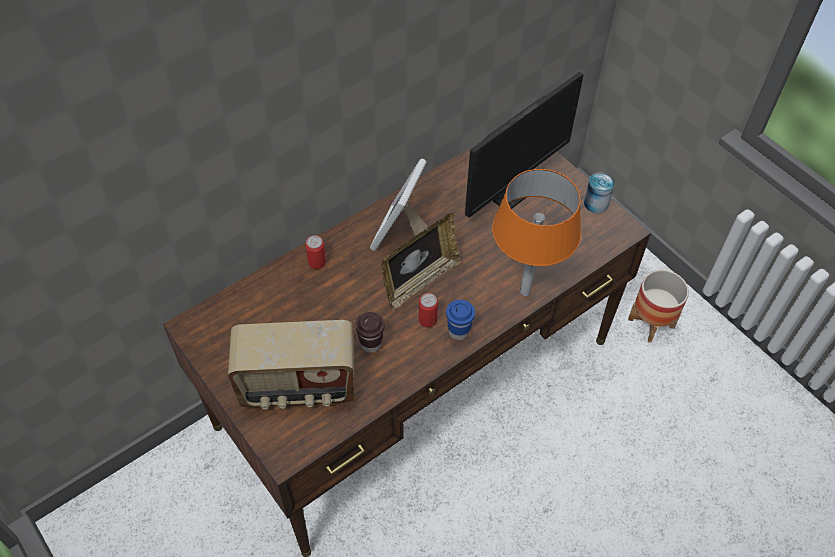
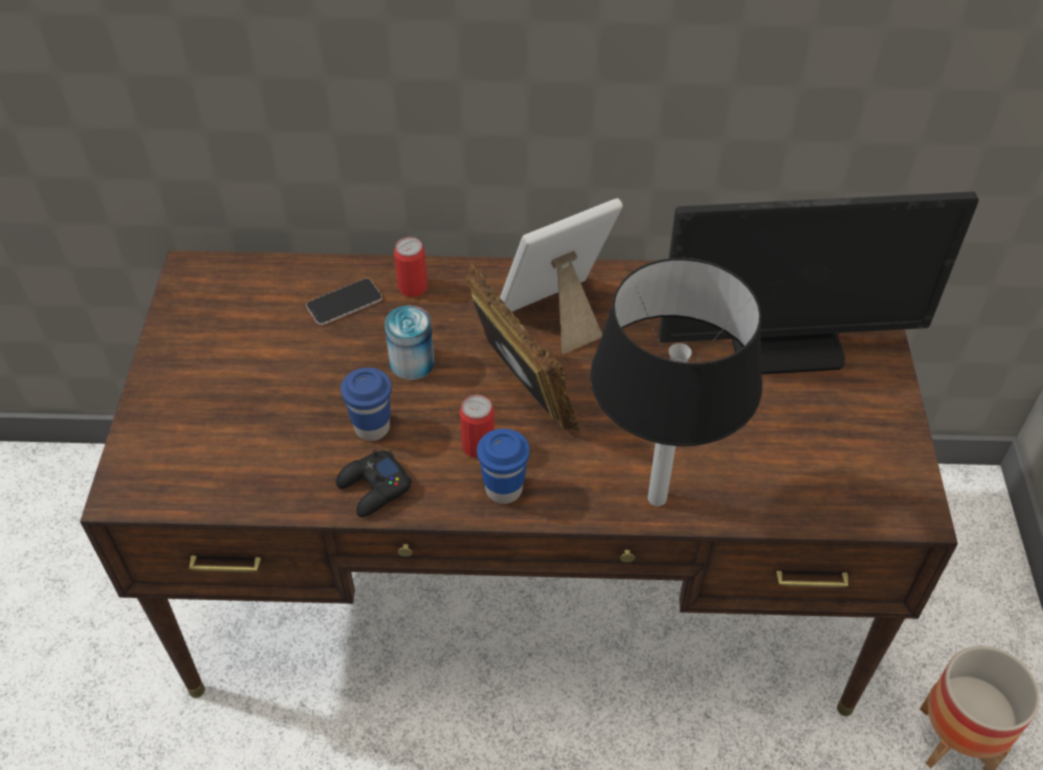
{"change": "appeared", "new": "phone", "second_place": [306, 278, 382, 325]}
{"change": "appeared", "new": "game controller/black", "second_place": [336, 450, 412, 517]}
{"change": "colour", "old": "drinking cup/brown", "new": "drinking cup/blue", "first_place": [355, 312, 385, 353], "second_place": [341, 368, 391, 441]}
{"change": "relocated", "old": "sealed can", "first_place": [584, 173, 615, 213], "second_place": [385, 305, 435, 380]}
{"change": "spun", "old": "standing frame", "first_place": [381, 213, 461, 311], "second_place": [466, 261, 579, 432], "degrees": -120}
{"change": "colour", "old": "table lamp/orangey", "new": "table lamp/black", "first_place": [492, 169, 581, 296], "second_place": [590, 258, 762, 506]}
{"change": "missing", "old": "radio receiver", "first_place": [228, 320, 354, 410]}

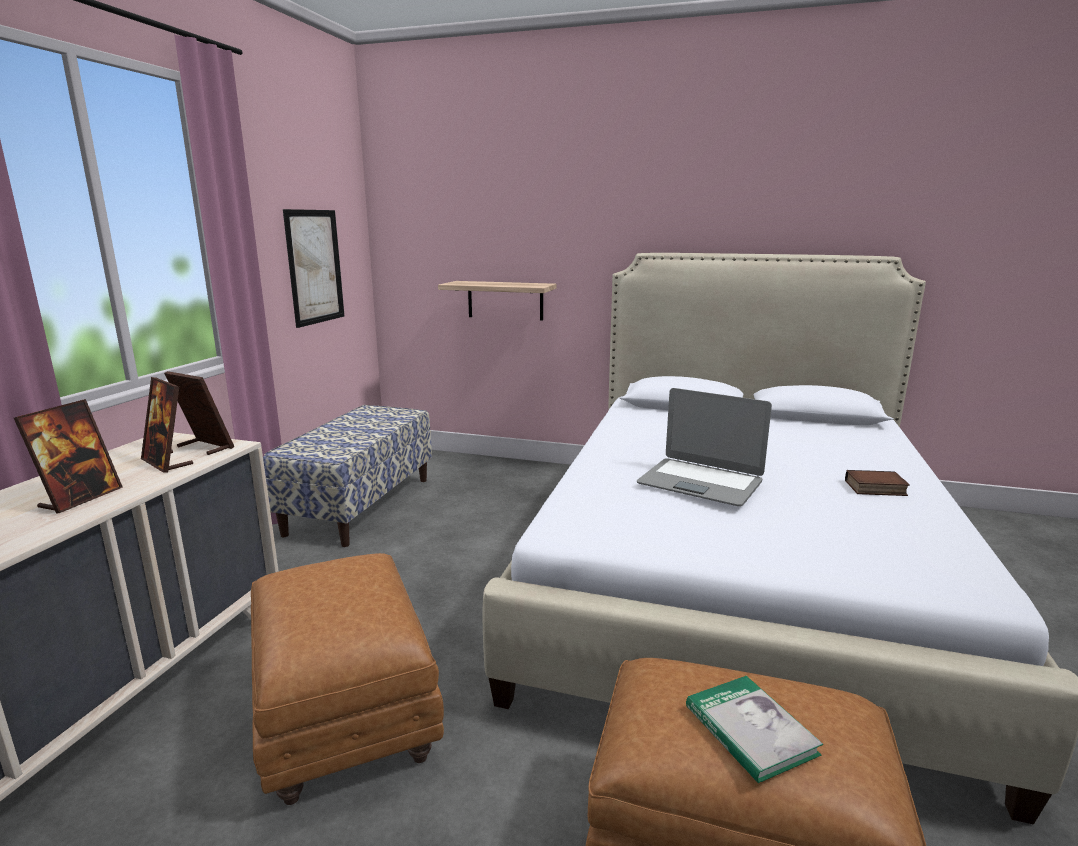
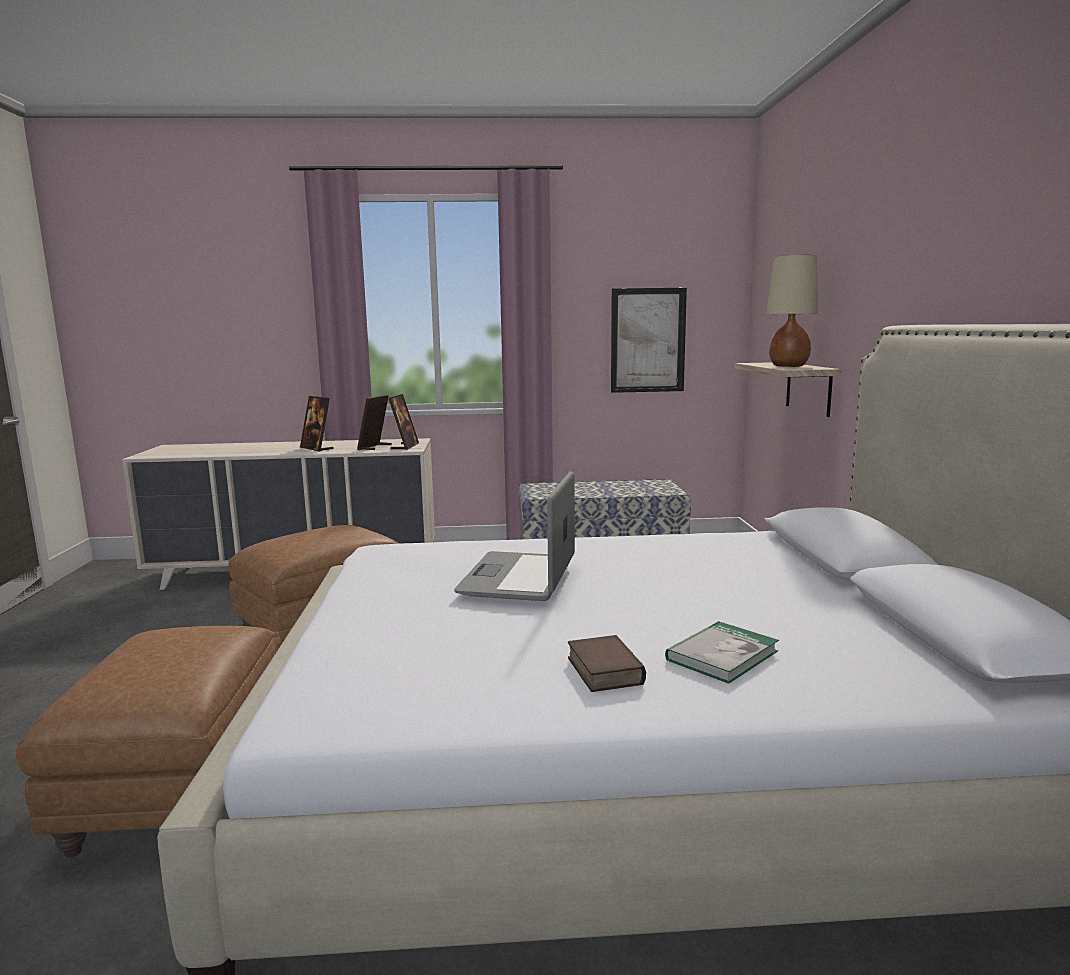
{"change": "spun", "old": "standing frame", "first_place": [14, 399, 123, 514], "second_place": [300, 396, 334, 452], "degrees": 45}
{"change": "relocated", "old": "volume", "first_place": [686, 676, 823, 783], "second_place": [665, 621, 779, 684]}
{"change": "appeared", "new": "table lamp/beige-coloured", "second_place": [766, 255, 818, 367]}

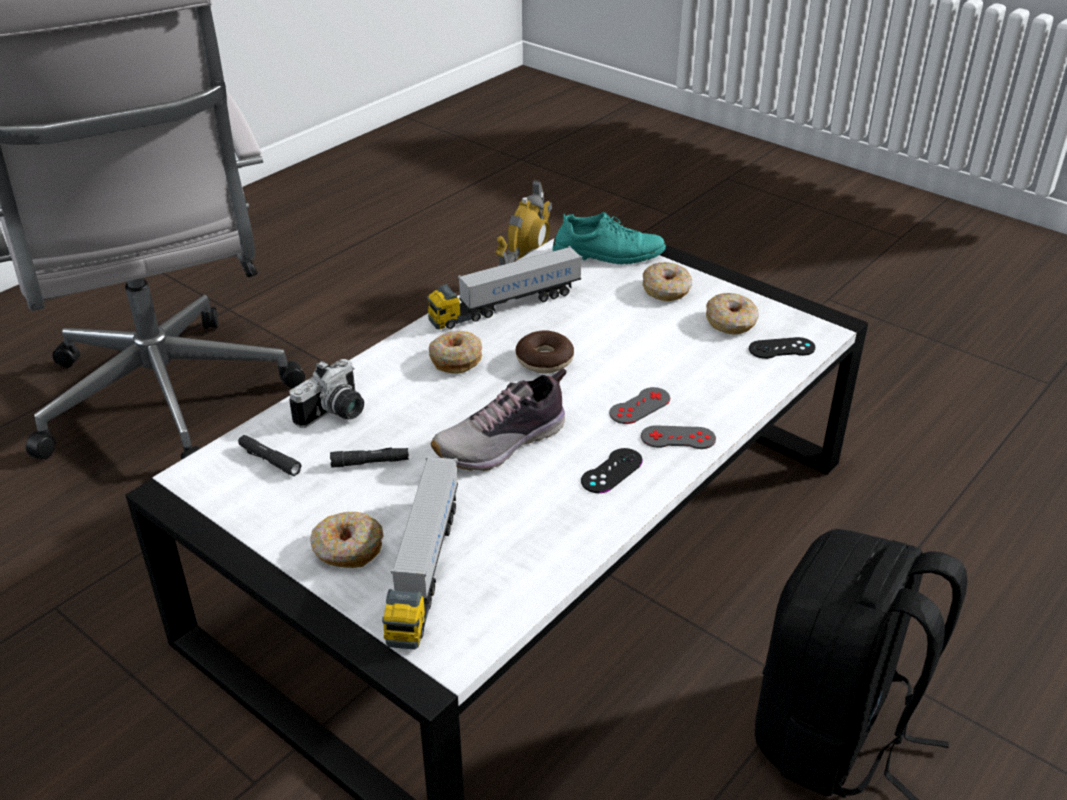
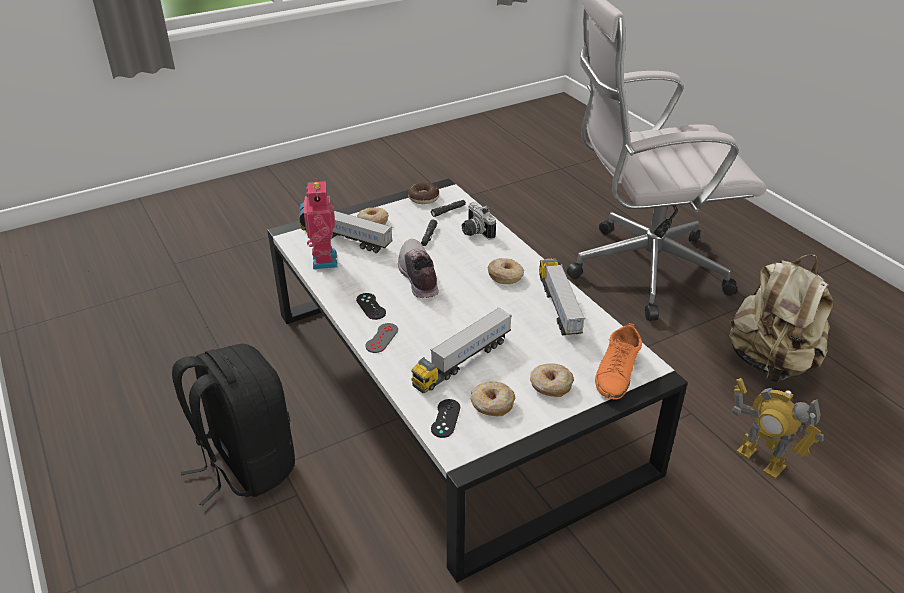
{"change": "appeared", "new": "toy robot", "second_place": [299, 178, 337, 269]}
{"change": "relocated", "old": "ring doughnut", "first_place": [515, 331, 574, 374], "second_place": [408, 183, 439, 204]}
{"change": "appeared", "new": "toy truck", "second_place": [411, 307, 512, 393]}
{"change": "colour", "old": "item of footwear/turquoise", "new": "item of footwear/orangey", "first_place": [552, 212, 666, 265], "second_place": [595, 323, 642, 399]}
{"change": "appeared", "new": "rucksack/beige-coloured", "second_place": [729, 255, 834, 383]}
{"change": "missing", "old": "game controller/grey", "first_place": [609, 387, 670, 424]}

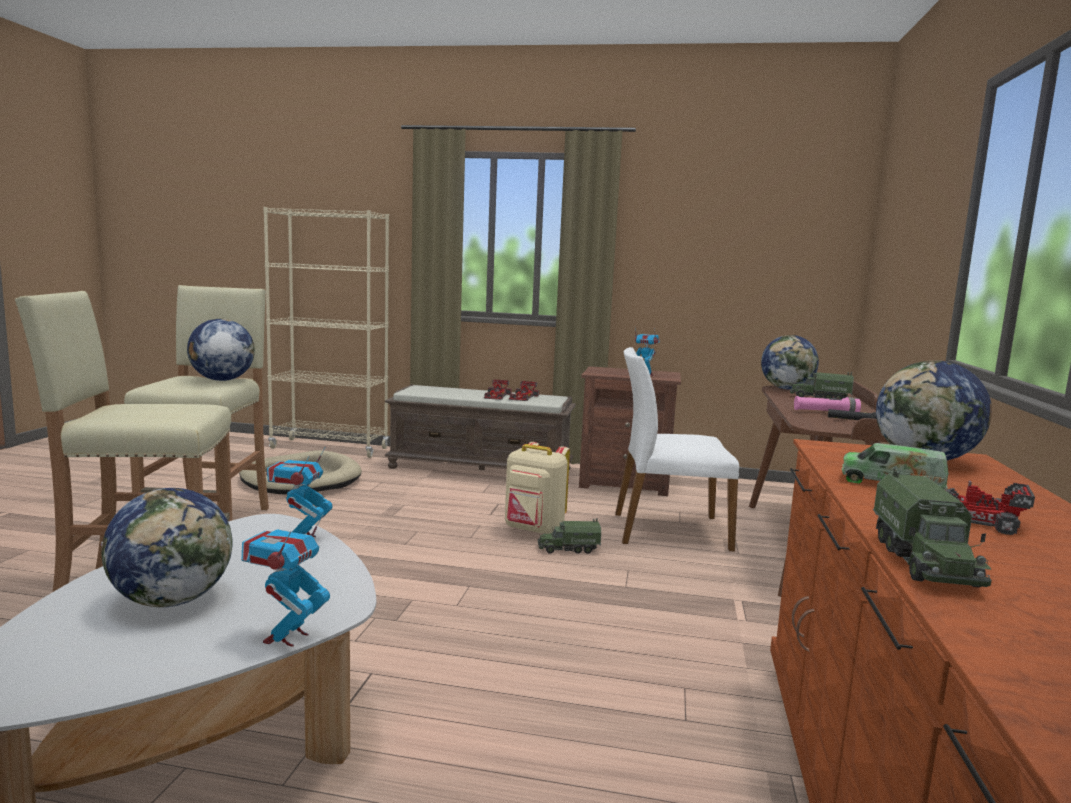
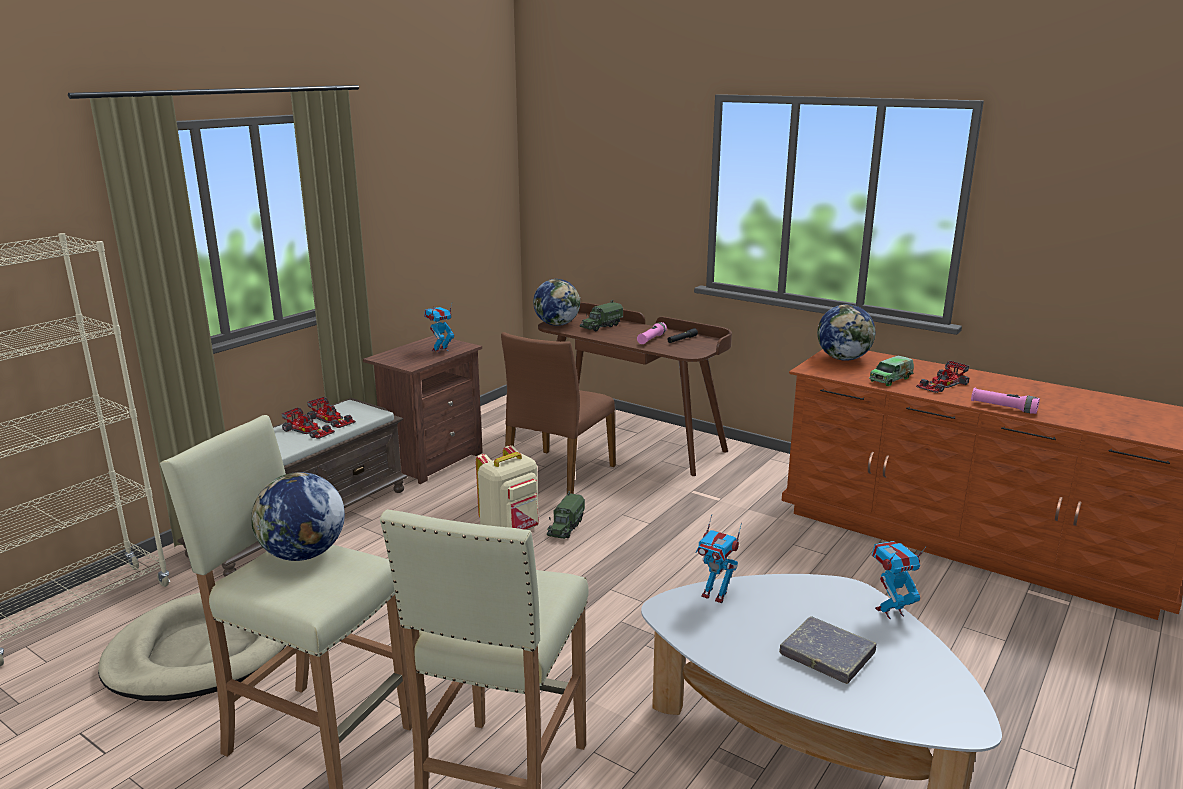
{"change": "colour", "old": "plain chair/white", "new": "plain chair/brown", "first_place": [615, 347, 739, 551], "second_place": [501, 332, 616, 494]}
{"change": "exchanged", "old": "desk globe", "new": "volume/grey", "first_place": [101, 488, 232, 607], "second_place": [779, 616, 876, 684]}
{"change": "spun", "old": "toy robot", "first_place": [242, 515, 330, 647], "second_place": [872, 541, 926, 619], "degrees": 120}
{"change": "exchanged", "old": "toy truck", "new": "flashlight/pink-coloured", "first_place": [873, 466, 992, 587], "second_place": [971, 388, 1040, 414]}

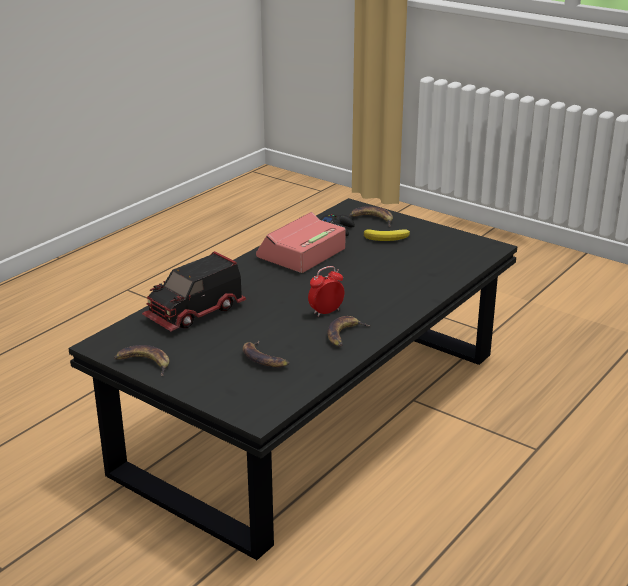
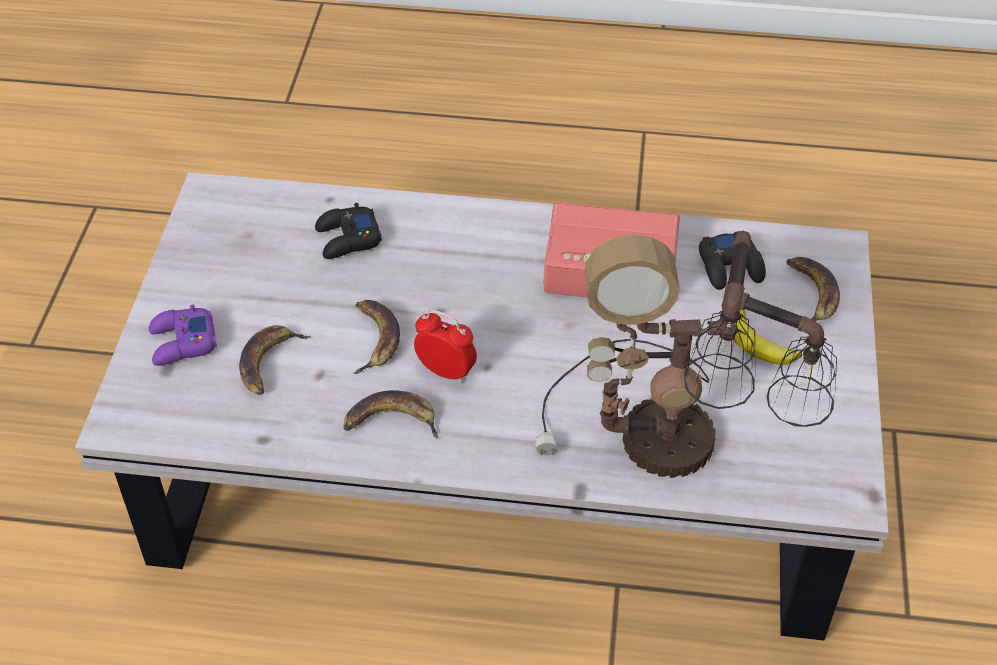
{"change": "colour", "old": "coffee table/black", "new": "coffee table/white", "first_place": [68, 198, 518, 560], "second_place": [75, 172, 889, 641]}
{"change": "appeared", "new": "game controller/purple", "second_place": [149, 304, 217, 366]}
{"change": "exchanged", "old": "toy truck", "new": "game controller/black", "first_place": [142, 251, 246, 331], "second_place": [315, 203, 382, 259]}
{"change": "relocated", "old": "whole banana", "first_place": [114, 345, 170, 376], "second_place": [354, 300, 400, 374]}
{"change": "appeared", "new": "table lamp", "second_place": [535, 231, 837, 478]}

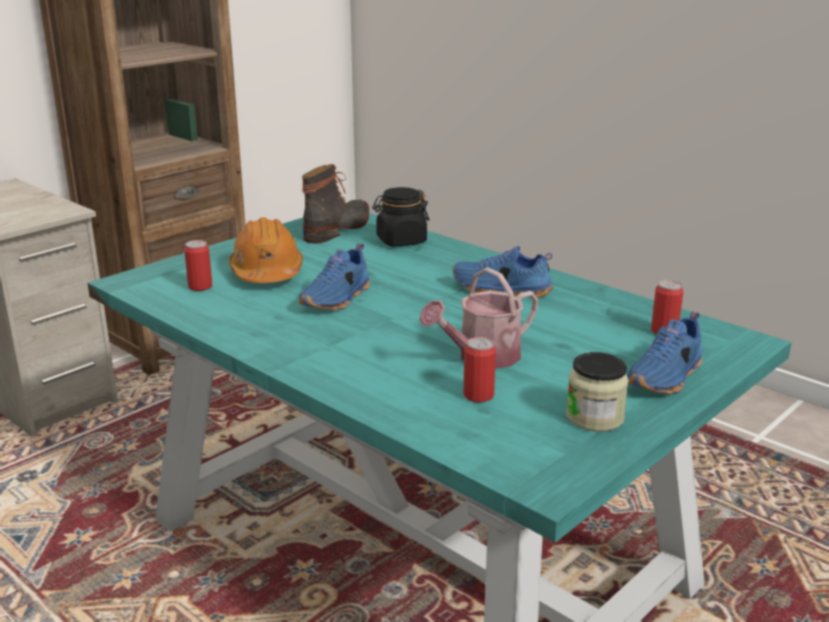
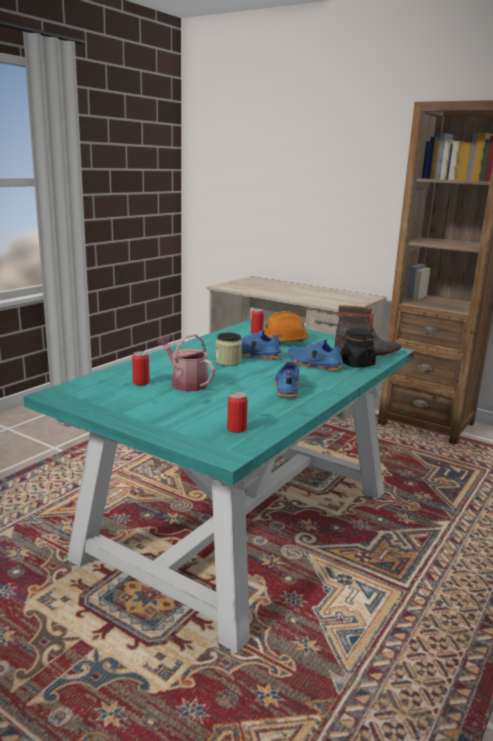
{"change": "relocated", "old": "preserve jar", "first_place": [566, 352, 629, 432], "second_place": [216, 332, 242, 366]}
{"change": "relocated", "old": "item of footwear/blue", "first_place": [628, 311, 703, 394], "second_place": [288, 339, 344, 371]}

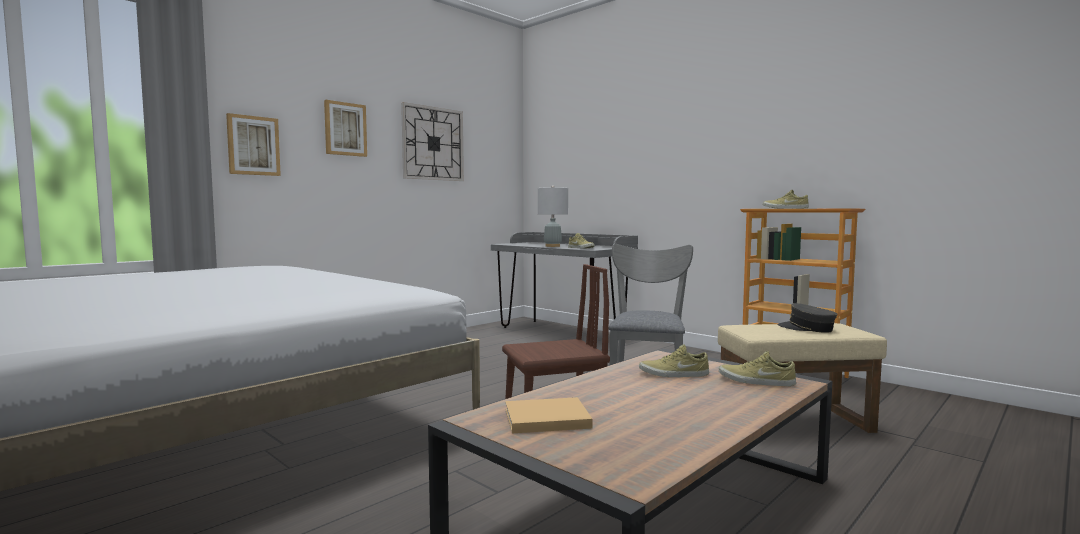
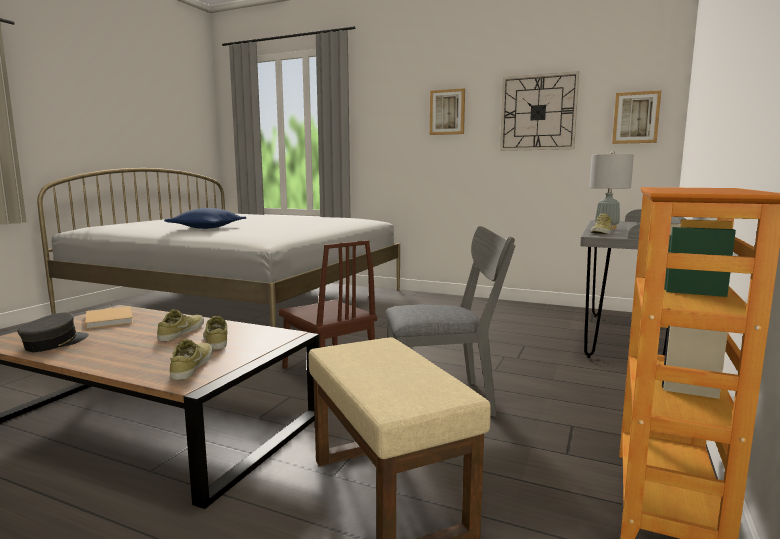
{"change": "relocated", "old": "cap/grey", "first_place": [777, 303, 837, 333], "second_place": [17, 312, 89, 352]}
{"change": "relocated", "old": "item of footwear/beige-coloured", "first_place": [762, 190, 809, 209], "second_place": [157, 309, 204, 341]}
{"change": "appeared", "new": "throw pillow/blue", "second_place": [164, 208, 246, 229]}
{"change": "relocated", "old": "wall art", "first_place": [226, 113, 281, 176], "second_place": [612, 90, 661, 144]}

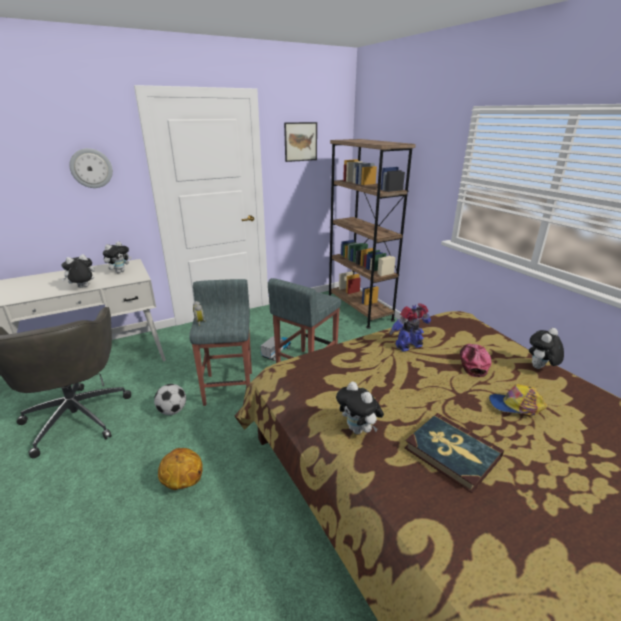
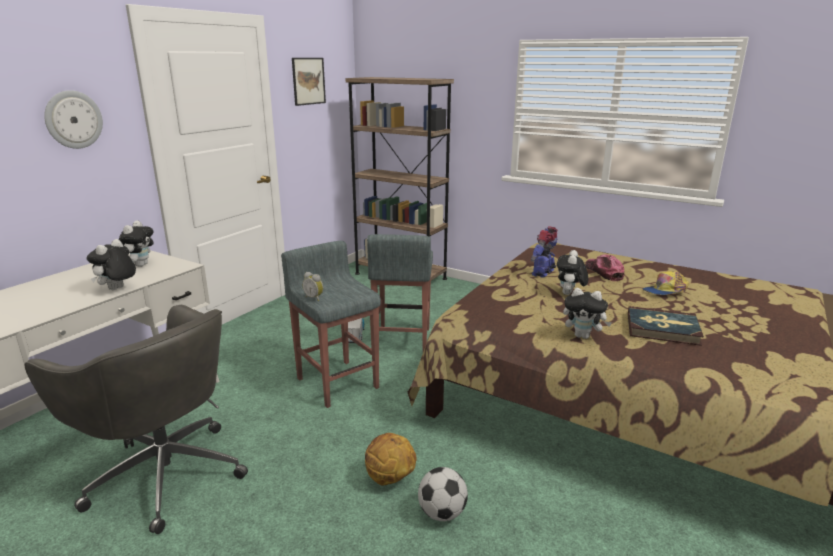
{"change": "relocated", "old": "football", "first_place": [154, 384, 186, 415], "second_place": [418, 467, 468, 521]}
{"change": "relocated", "old": "soft toy", "first_place": [529, 328, 564, 369], "second_place": [557, 250, 588, 295]}

